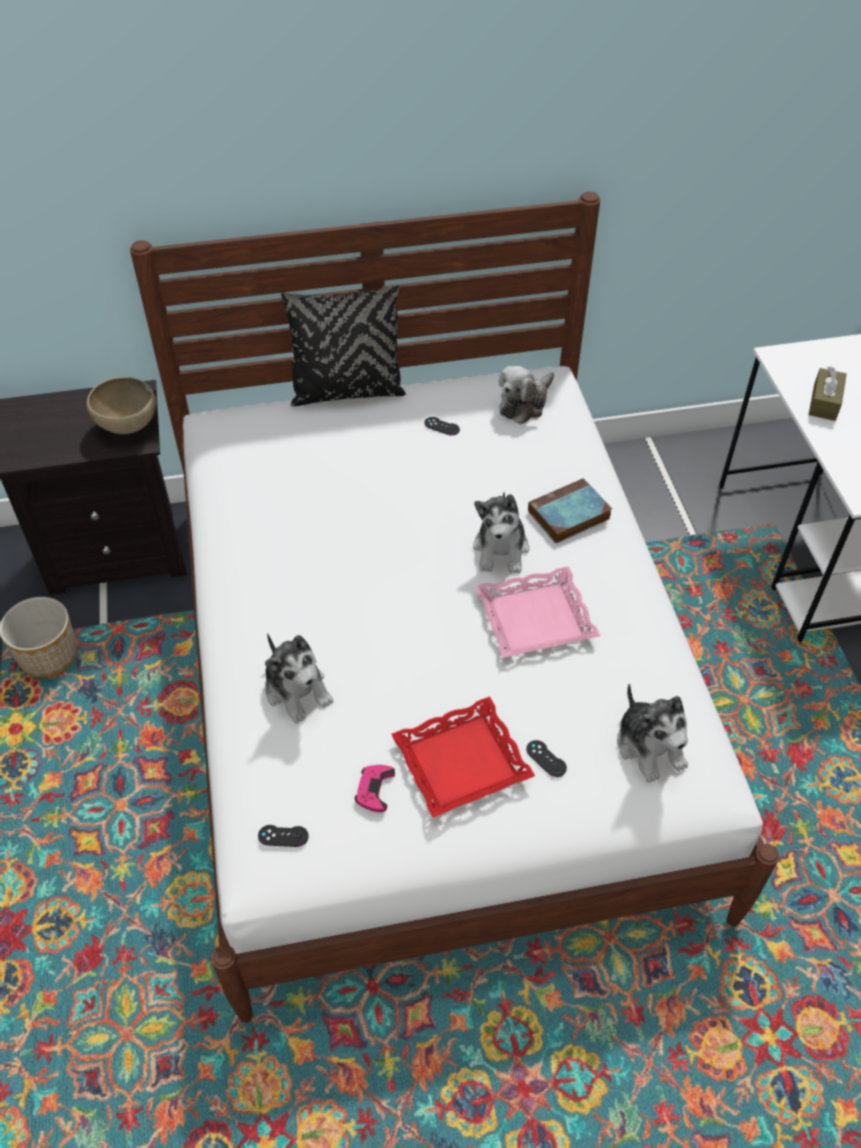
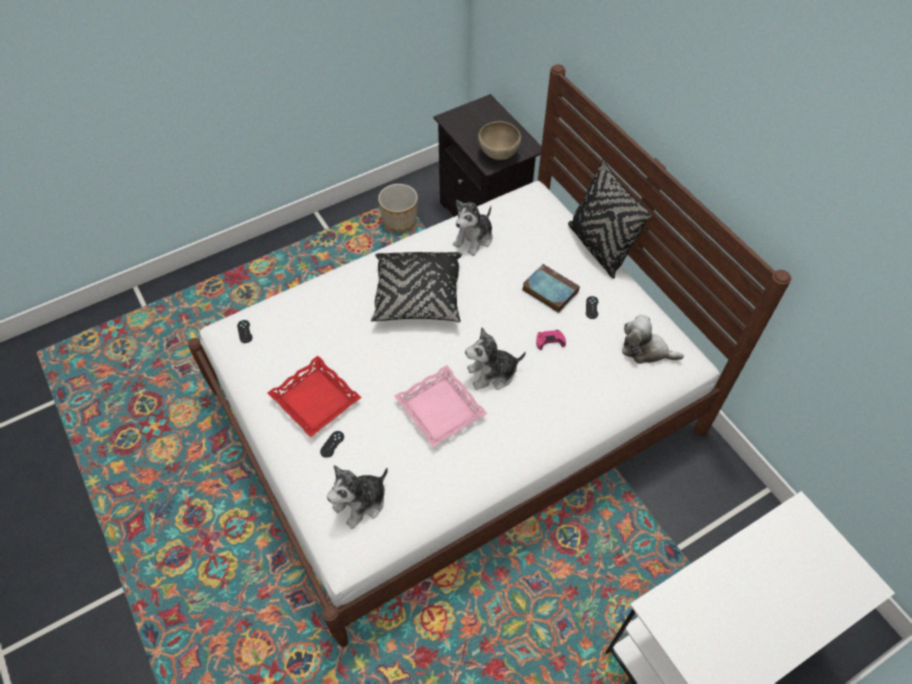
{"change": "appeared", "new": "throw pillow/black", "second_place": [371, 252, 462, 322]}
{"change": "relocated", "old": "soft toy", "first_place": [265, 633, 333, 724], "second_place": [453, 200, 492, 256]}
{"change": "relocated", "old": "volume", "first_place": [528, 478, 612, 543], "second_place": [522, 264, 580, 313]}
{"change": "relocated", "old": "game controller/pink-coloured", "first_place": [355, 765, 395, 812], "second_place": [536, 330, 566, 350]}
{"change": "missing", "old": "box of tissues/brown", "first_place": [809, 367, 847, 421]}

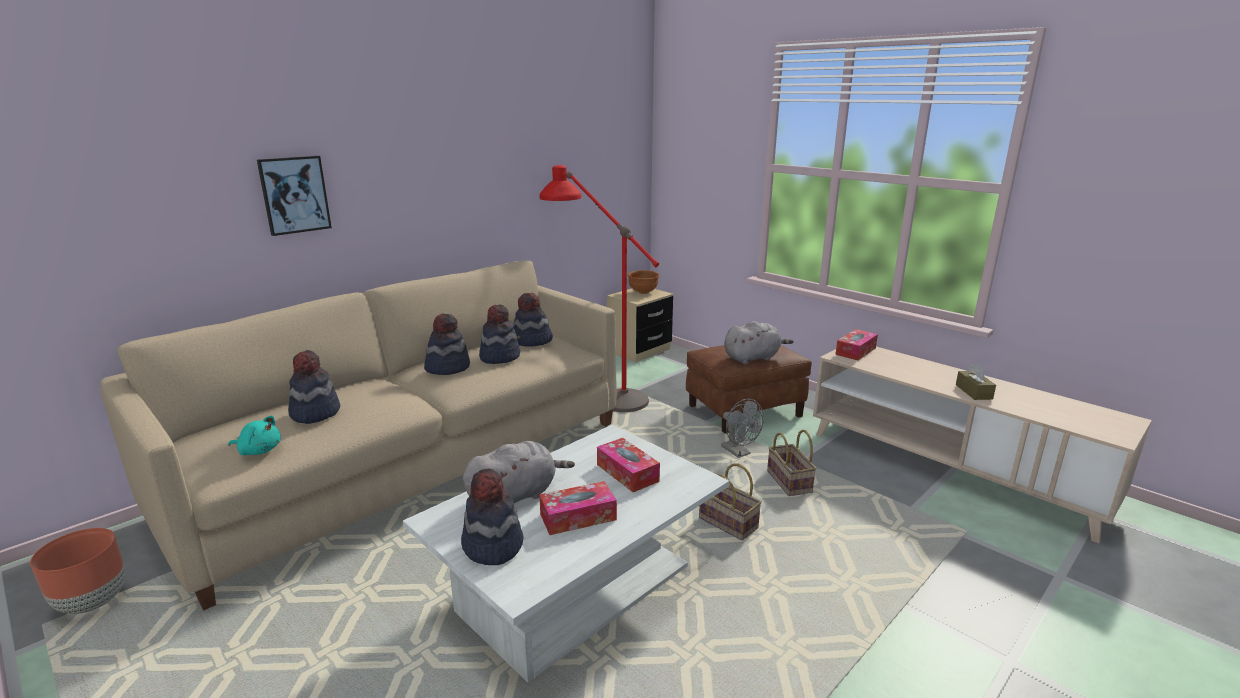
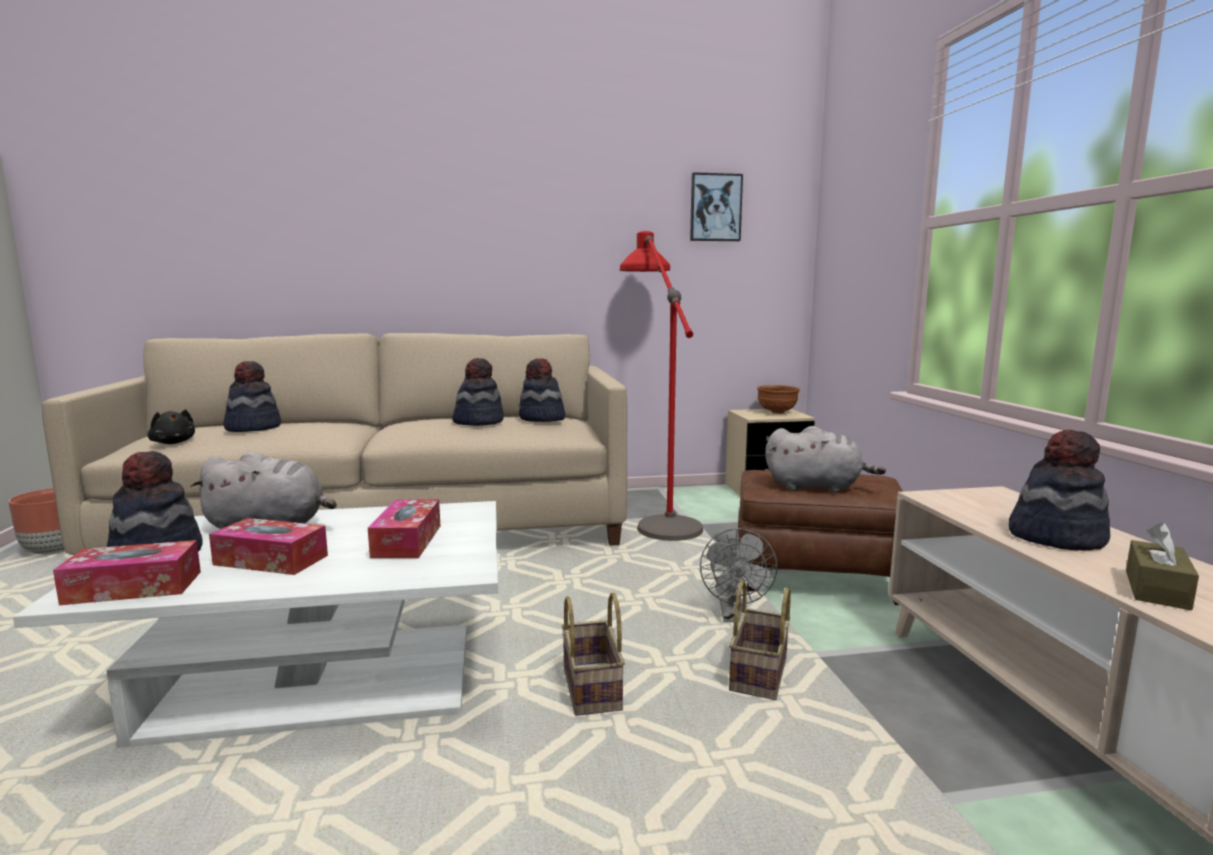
{"change": "relocated", "old": "box of tissues", "first_place": [835, 329, 878, 360], "second_place": [53, 540, 201, 605]}
{"change": "colour", "old": "soft toy/turquoise", "new": "soft toy/black", "first_place": [228, 415, 281, 455], "second_place": [148, 410, 195, 444]}
{"change": "relocated", "old": "wall art", "first_place": [257, 156, 332, 236], "second_place": [690, 172, 743, 241]}
{"change": "relocated", "old": "wearable hat", "first_place": [424, 313, 470, 375], "second_place": [1008, 430, 1110, 550]}

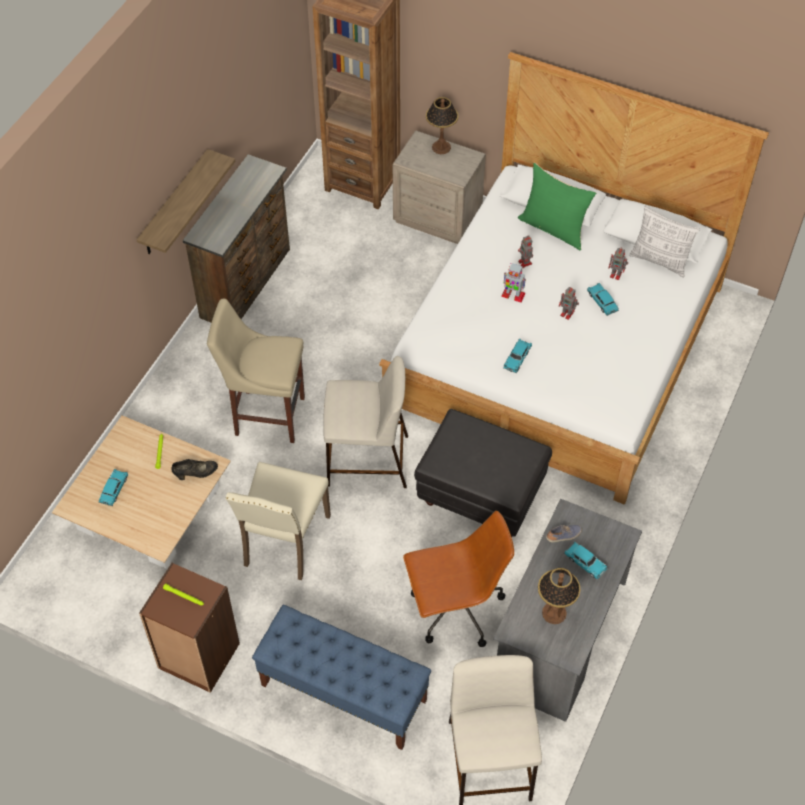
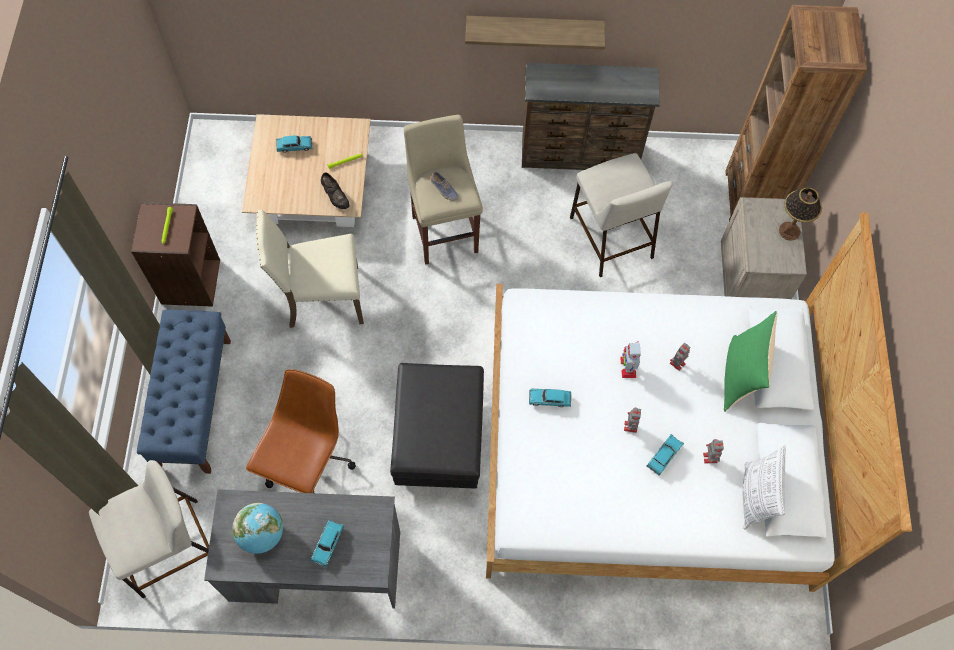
{"change": "exchanged", "old": "table lamp", "new": "desk globe", "first_place": [538, 568, 581, 624], "second_place": [232, 503, 283, 554]}
{"change": "spun", "old": "computer chair/brown", "first_place": [403, 511, 514, 647], "second_place": [246, 369, 356, 493], "degrees": -120}
{"change": "relocated", "old": "item of footwear", "first_place": [546, 525, 582, 542], "second_place": [430, 172, 459, 201]}
{"change": "relocated", "old": "stool/beige-coloured", "first_place": [323, 356, 408, 488], "second_place": [570, 153, 672, 277]}

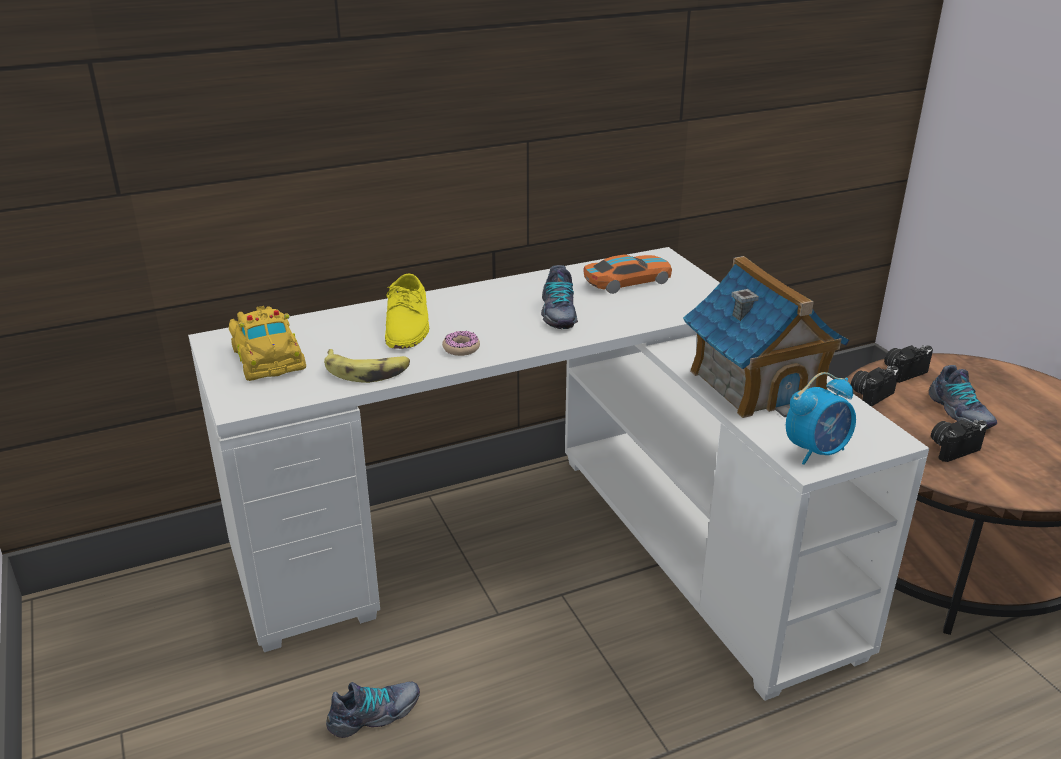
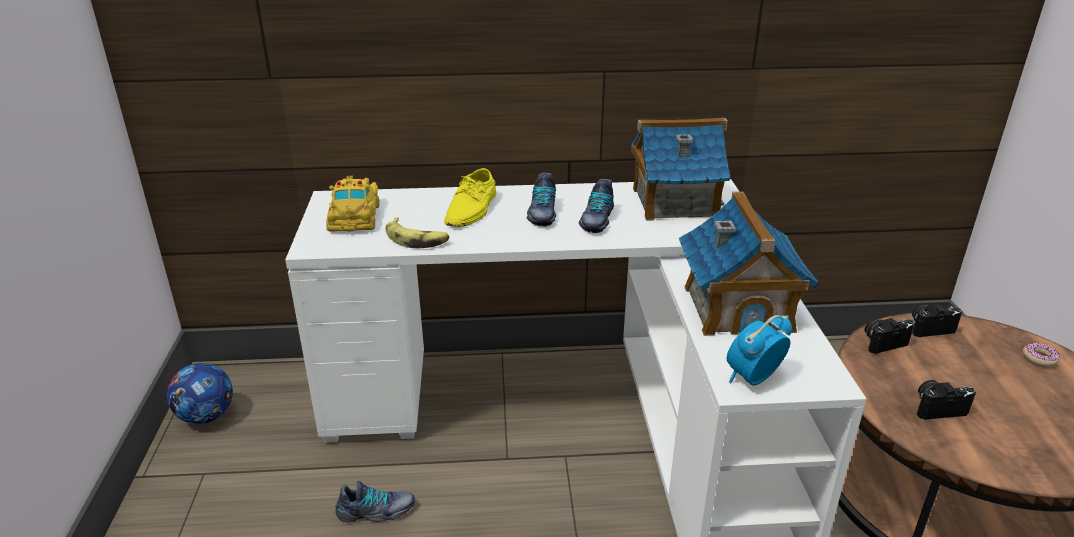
{"change": "appeared", "new": "football", "second_place": [167, 363, 233, 424]}
{"change": "relocated", "old": "item of footwear", "first_place": [929, 365, 997, 429], "second_place": [527, 173, 556, 226]}
{"change": "exchanged", "old": "model car", "new": "model house", "first_place": [583, 255, 672, 294], "second_place": [631, 118, 731, 221]}
{"change": "spun", "old": "table clock", "first_place": [786, 372, 856, 465], "second_place": [726, 315, 792, 386], "degrees": 150}
{"change": "relocated", "old": "ring doughnut", "first_place": [442, 331, 480, 356], "second_place": [1022, 343, 1060, 367]}

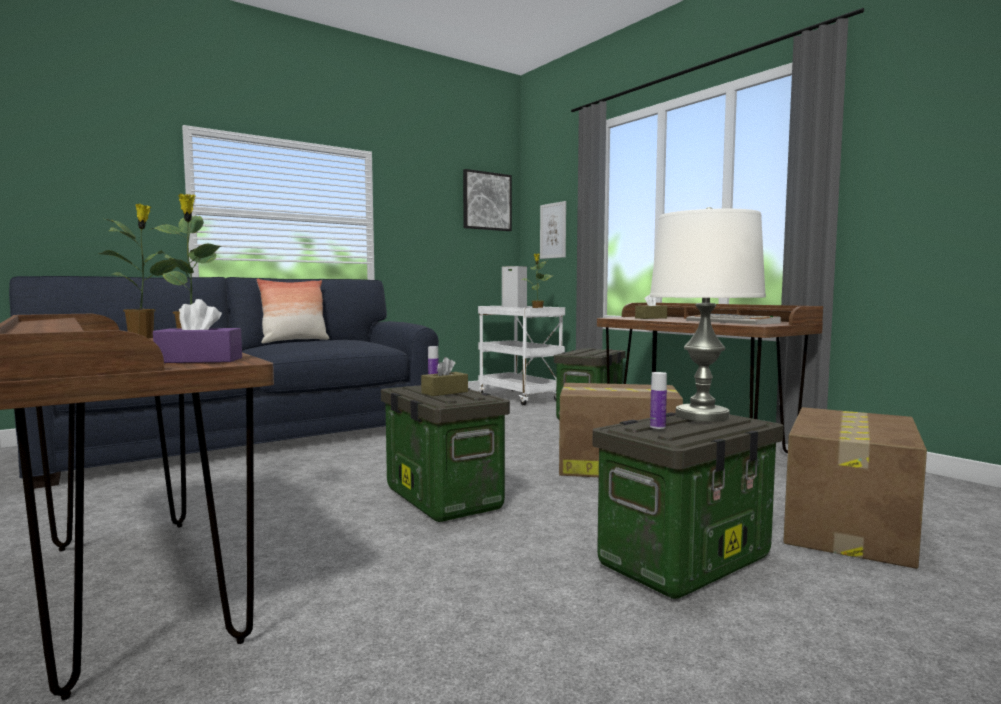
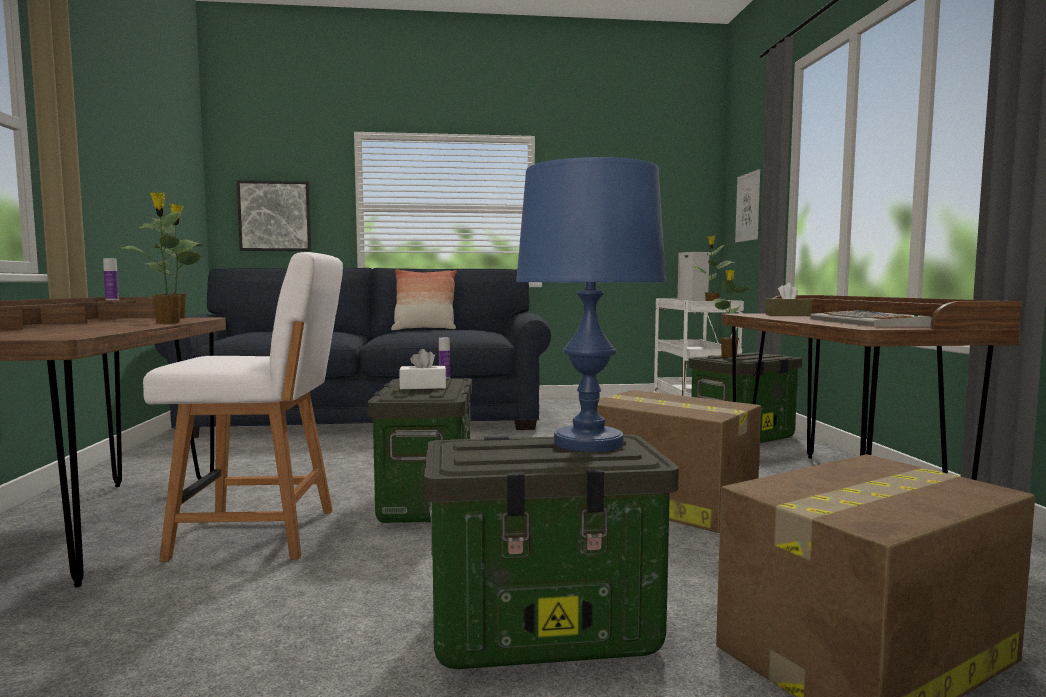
{"change": "relocated", "old": "bottle", "first_place": [650, 372, 667, 429], "second_place": [103, 258, 119, 300]}
{"change": "appeared", "new": "plain chair/white", "second_place": [143, 252, 343, 562]}
{"change": "relocated", "old": "wall art", "first_place": [463, 169, 512, 231], "second_place": [237, 180, 312, 251]}
{"change": "colour", "old": "box of tissues/brown", "new": "box of tissues/white", "first_place": [421, 357, 468, 396], "second_place": [399, 349, 446, 389]}
{"change": "colour", "old": "table lamp/white", "new": "table lamp/blue", "first_place": [650, 207, 766, 422], "second_place": [516, 157, 666, 452]}
{"change": "appeared", "new": "plant in a pot", "second_place": [713, 270, 752, 358]}
{"change": "missing", "old": "box of tissues/purple", "first_place": [153, 299, 242, 363]}

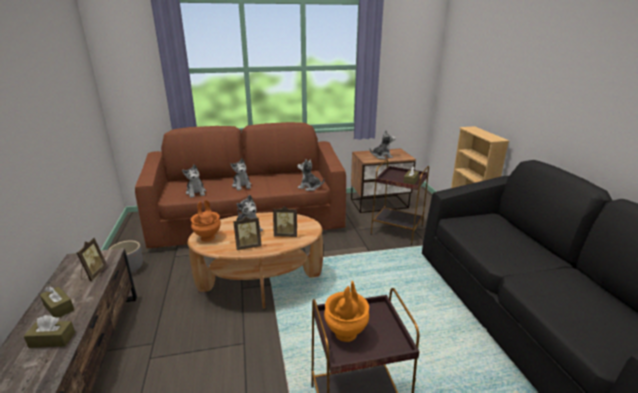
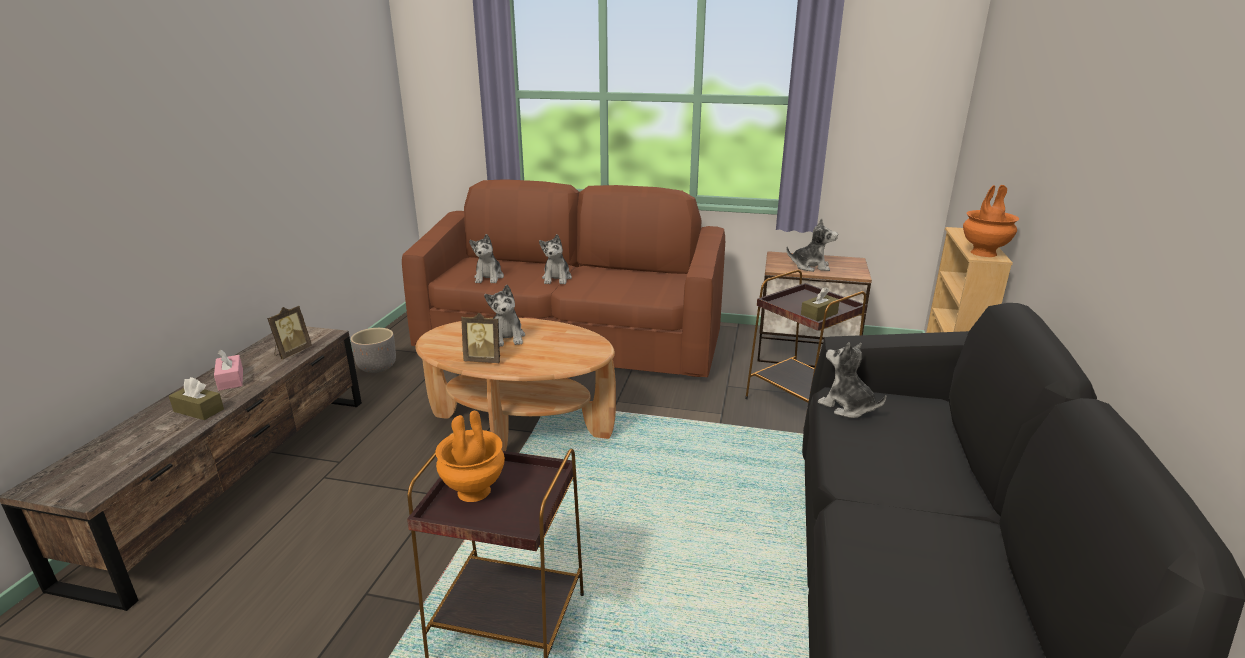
{"change": "colour", "old": "box of tissues/brown", "new": "box of tissues/pink-coloured", "first_place": [40, 286, 74, 318], "second_place": [214, 349, 243, 391]}
{"change": "relocated", "old": "soft toy", "first_place": [297, 159, 325, 191], "second_place": [818, 342, 887, 418]}
{"change": "relocated", "old": "flower vase/orangey", "first_place": [191, 200, 221, 241], "second_place": [963, 185, 1019, 257]}
{"change": "missing", "old": "standing frame", "first_place": [273, 206, 297, 237]}

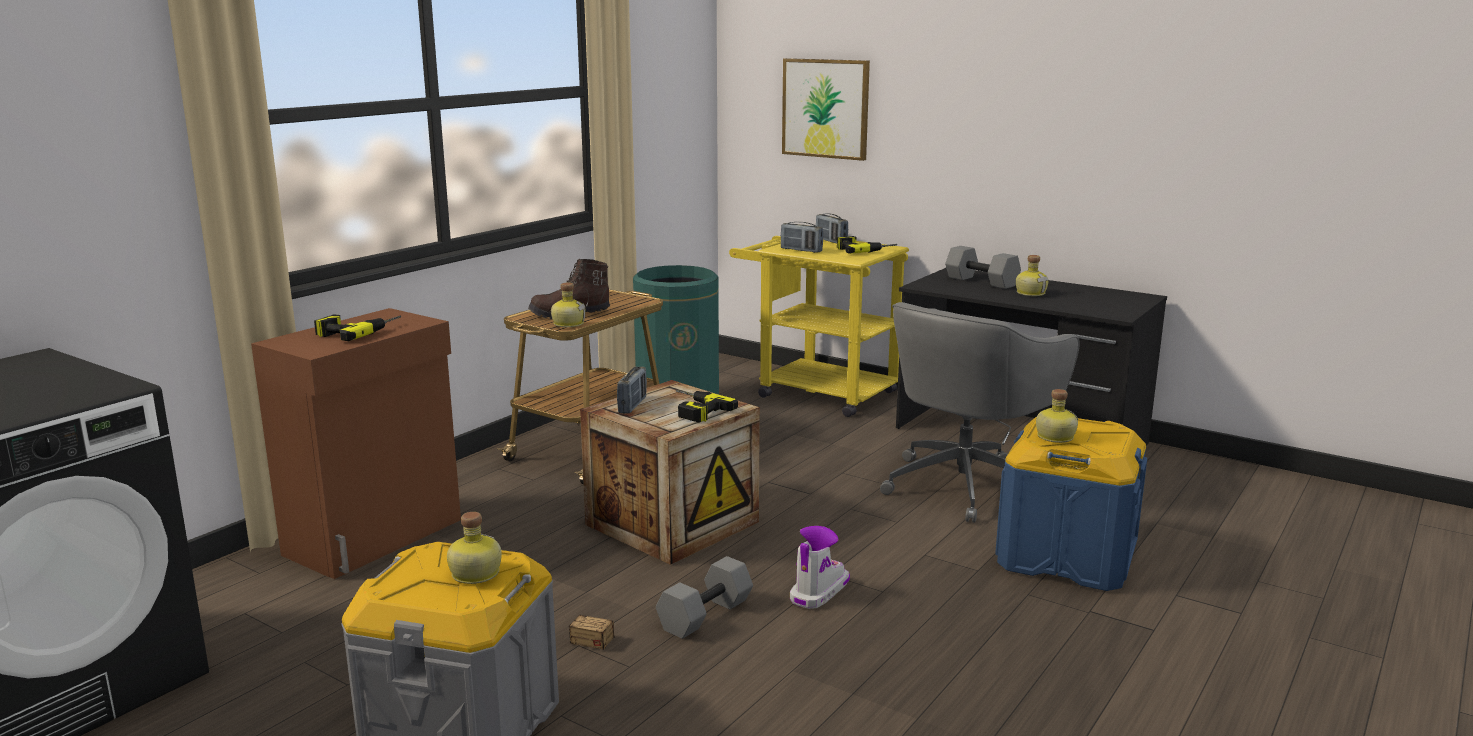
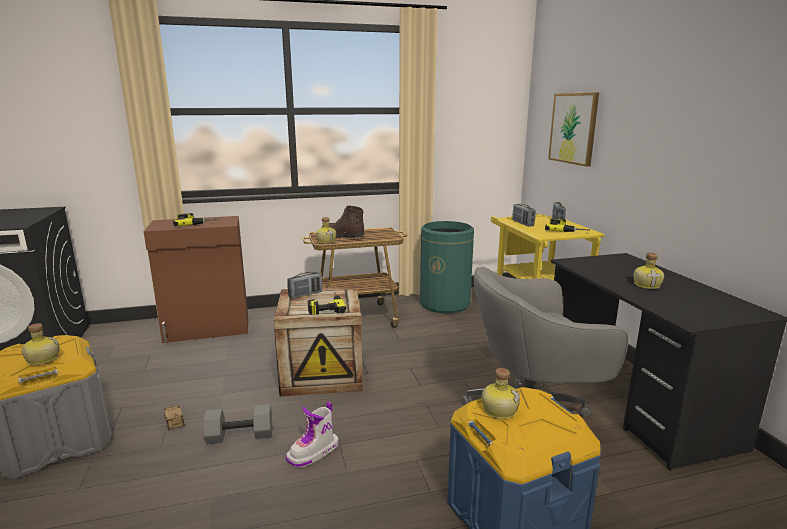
{"change": "spun", "old": "tall boot", "first_place": [790, 526, 850, 609], "second_place": [285, 401, 338, 468], "degrees": 150}
{"change": "missing", "old": "hand weight/grey", "first_place": [945, 246, 1021, 289]}

